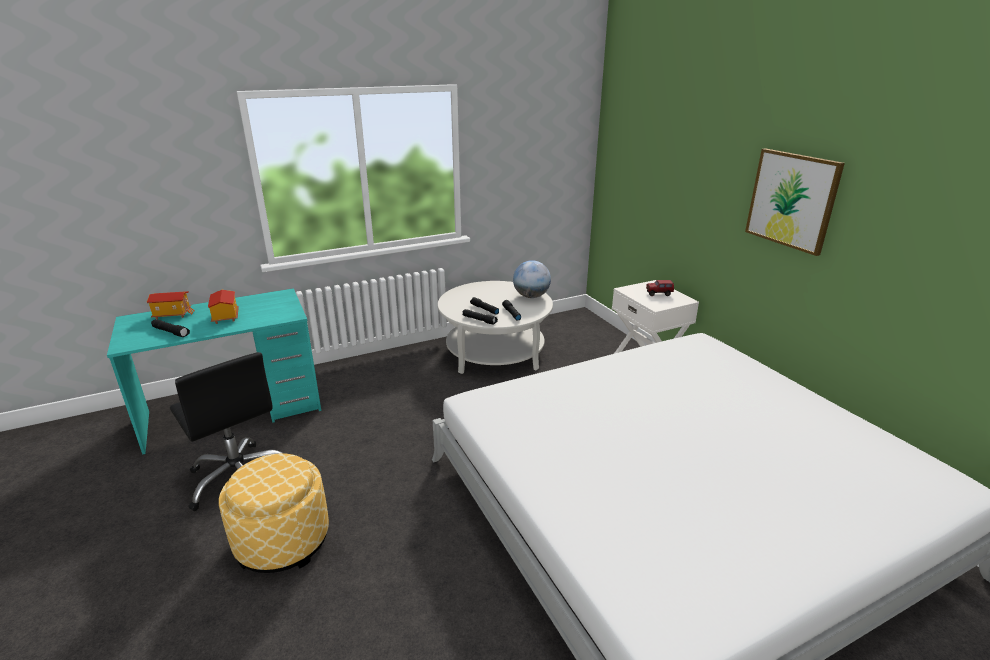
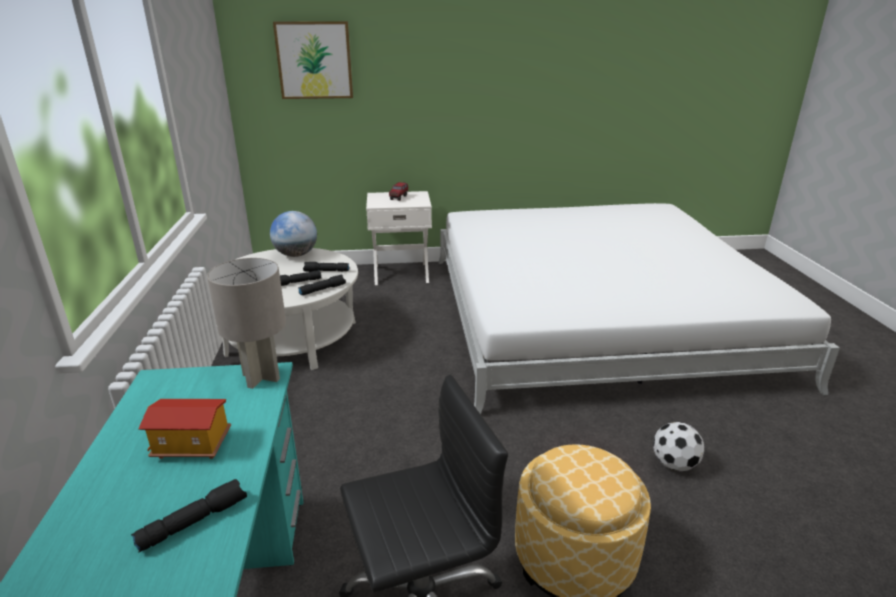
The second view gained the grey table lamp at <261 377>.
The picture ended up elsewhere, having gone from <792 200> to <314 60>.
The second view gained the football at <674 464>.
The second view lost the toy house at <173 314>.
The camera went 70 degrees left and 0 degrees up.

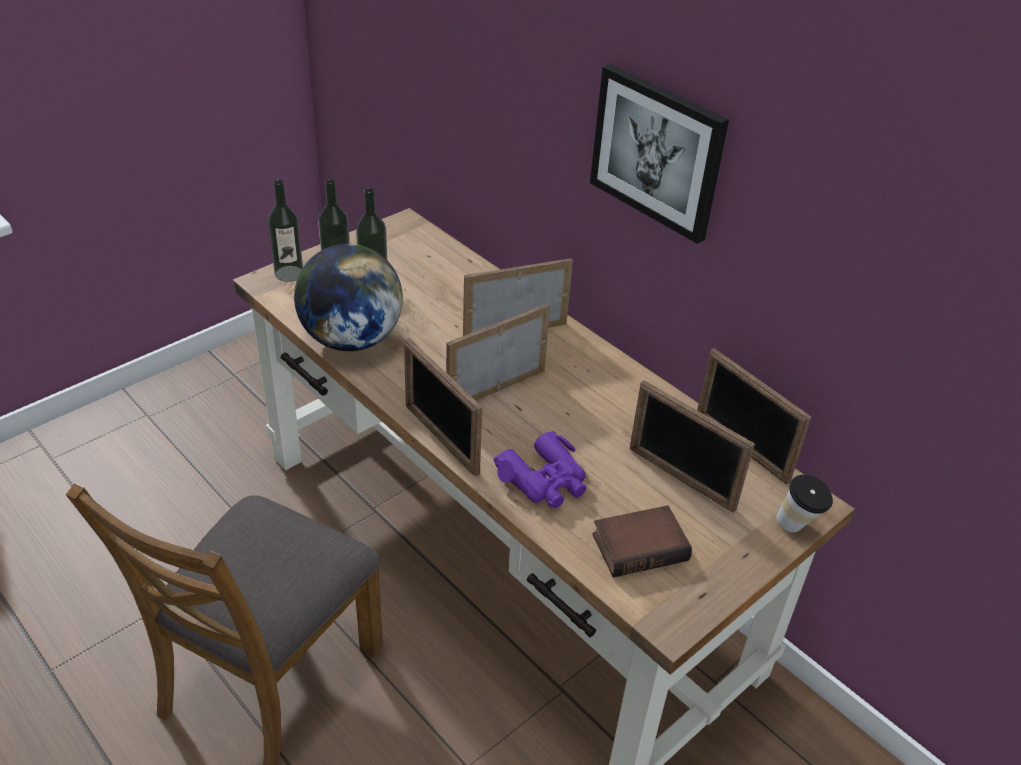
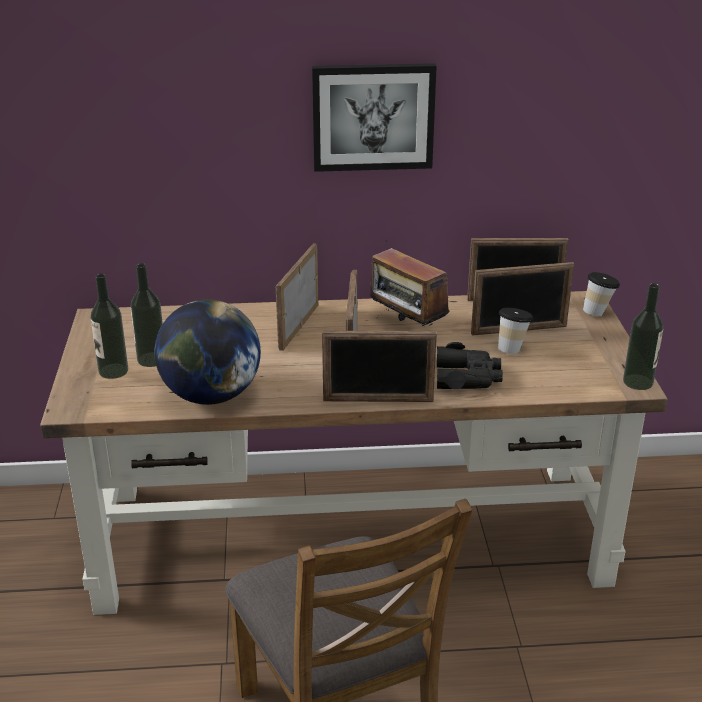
The second view gained the radio at <406 328>.
What was the purple binoculars at <545 480> turned into the black binoculars at <467 377>.
The second view gained the cup at <512 349>.
The bottle ended up elsewhere, having gone from <289 273> to <638 382>.
The second view lost the book at <640 545>.
The camera went 50 degrees left and 10 degrees down.

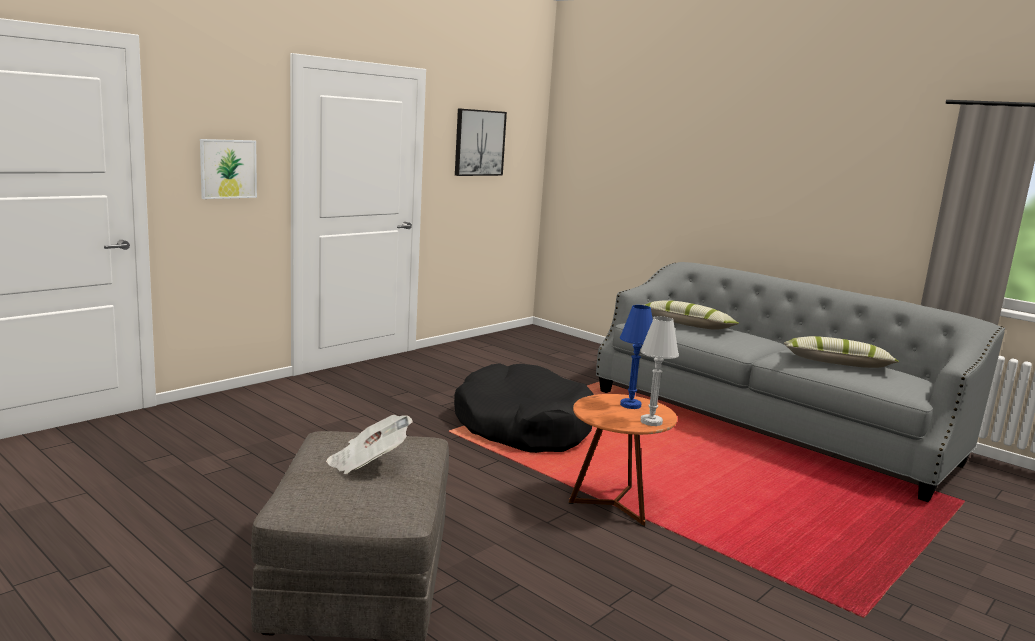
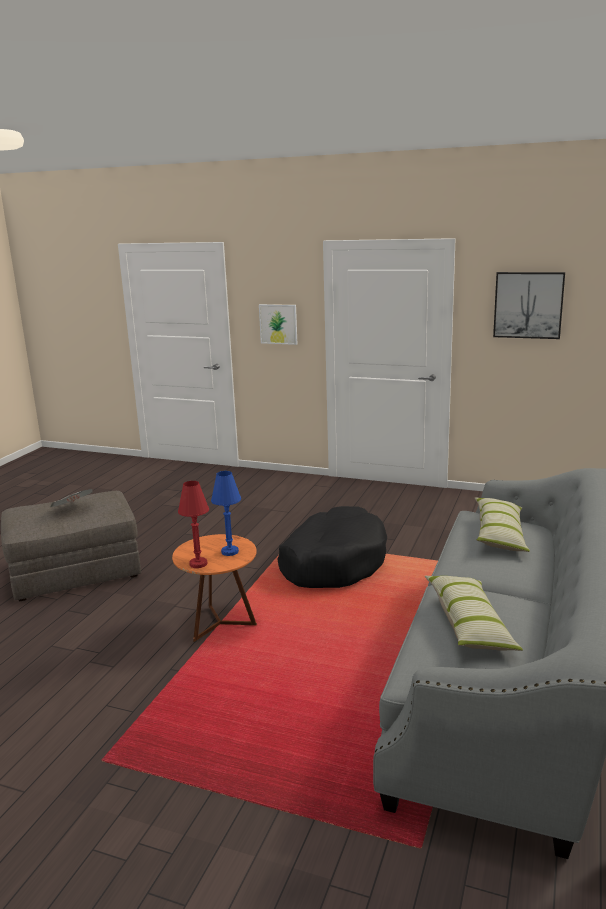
What was the white table lamp at <651 422> turned into the red table lamp at <198 564>.
The camera went 70 degrees right and 5 degrees up.

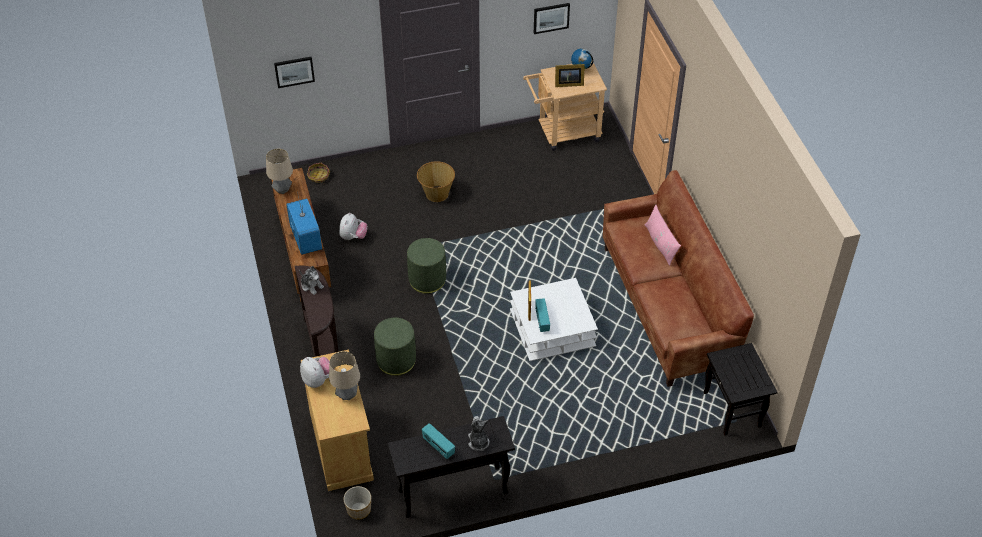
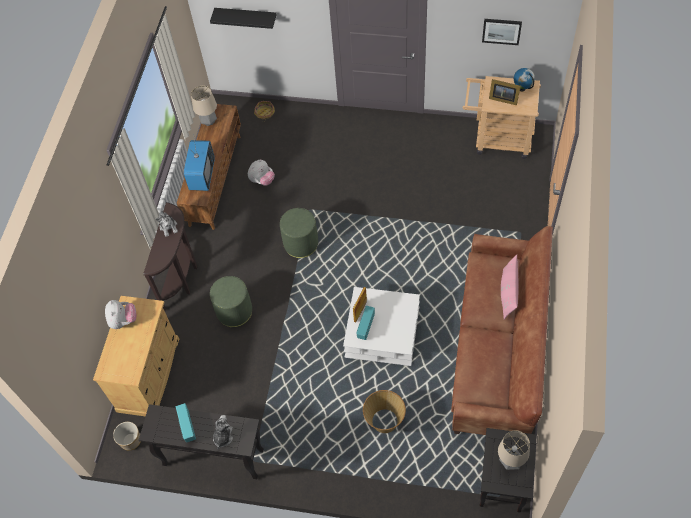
Where the picture hung at <294 71>, the black shelf came to hang at <246 17>.
The basket ended up elsewhere, having gone from <436 193> to <384 421>.
The table lamp ended up elsewhere, having gone from <347 395> to <510 462>.
The camera went 30 degrees right and 10 degrees up.

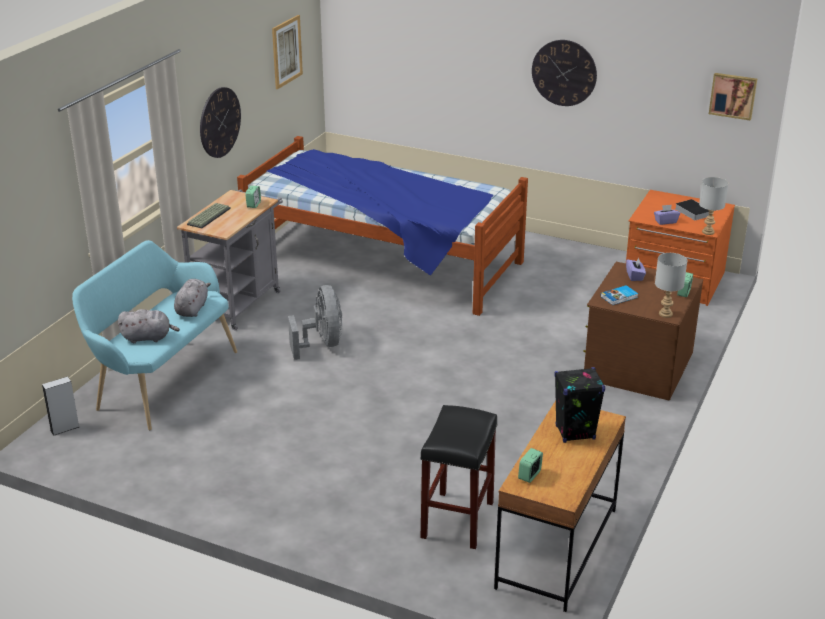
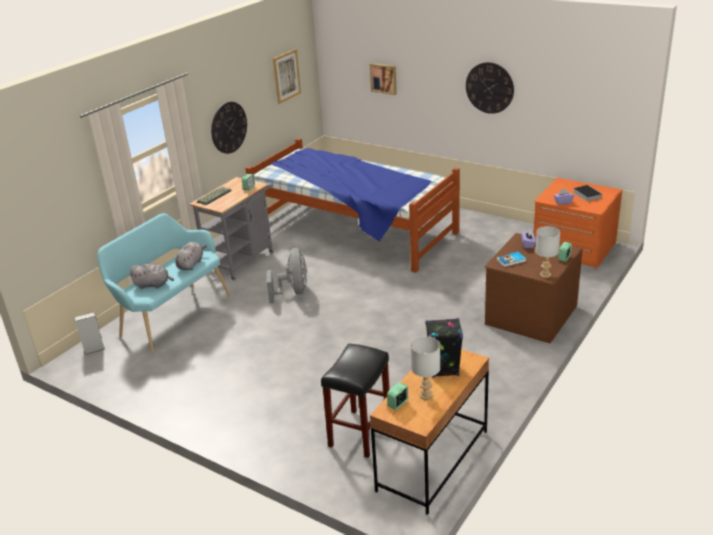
The picture ended up elsewhere, having gone from <733 95> to <384 78>.
The grey table lamp ended up elsewhere, having gone from <708 232> to <426 395>.
The camera went 10 degrees right and 0 degrees up.

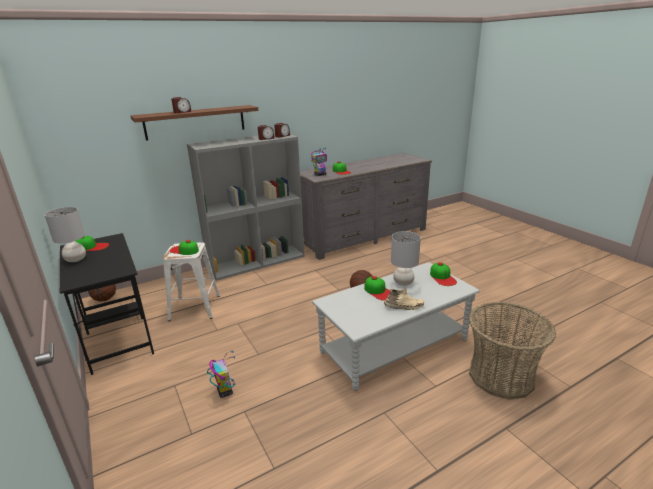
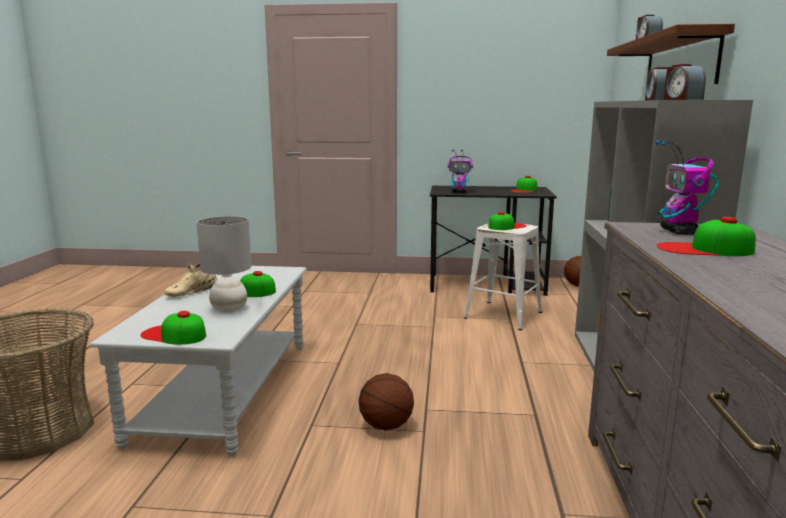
The toy robot ended up elsewhere, having gone from <225 391> to <459 192>.
The second view lost the grey table lamp at <75 259>.
The camera went 125 degrees right and 10 degrees down.

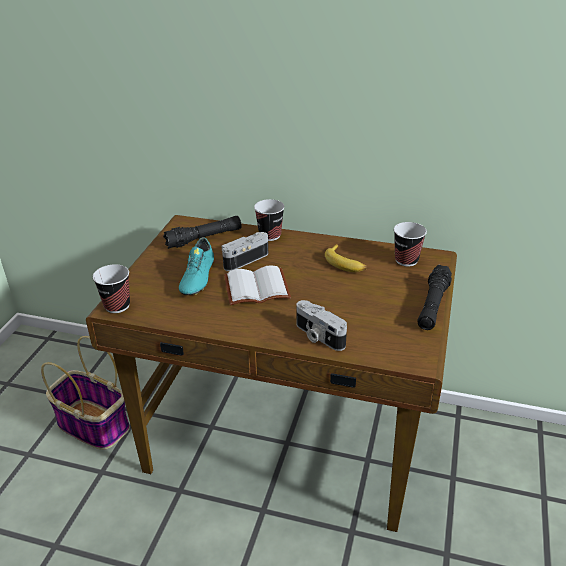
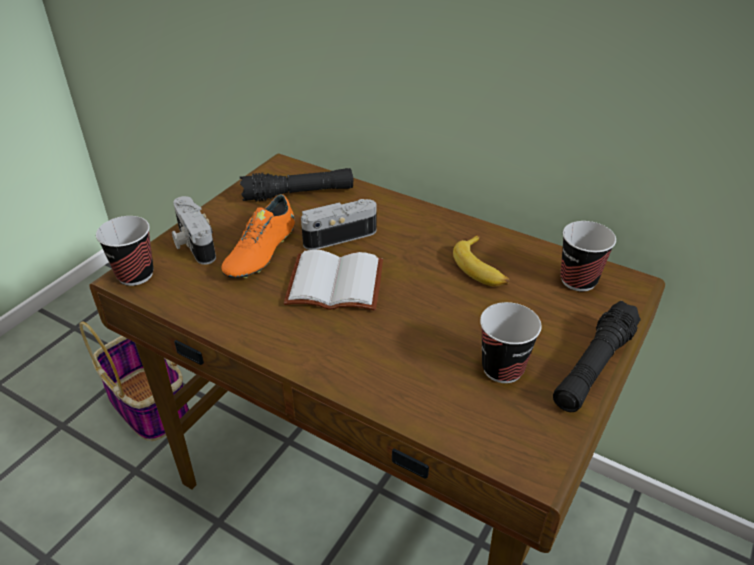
The photo camera ended up elsewhere, having gone from <318 336> to <192 243>.
What was the turquoise shoe at <197 278> turned into the orange shoe at <261 253>.
The cup ended up elsewhere, having gone from <270 235> to <502 368>.
The camera went 15 degrees right and 5 degrees up.

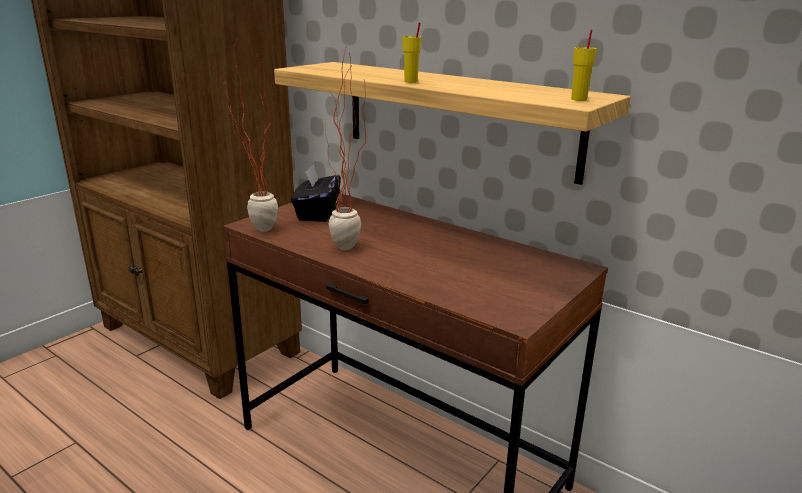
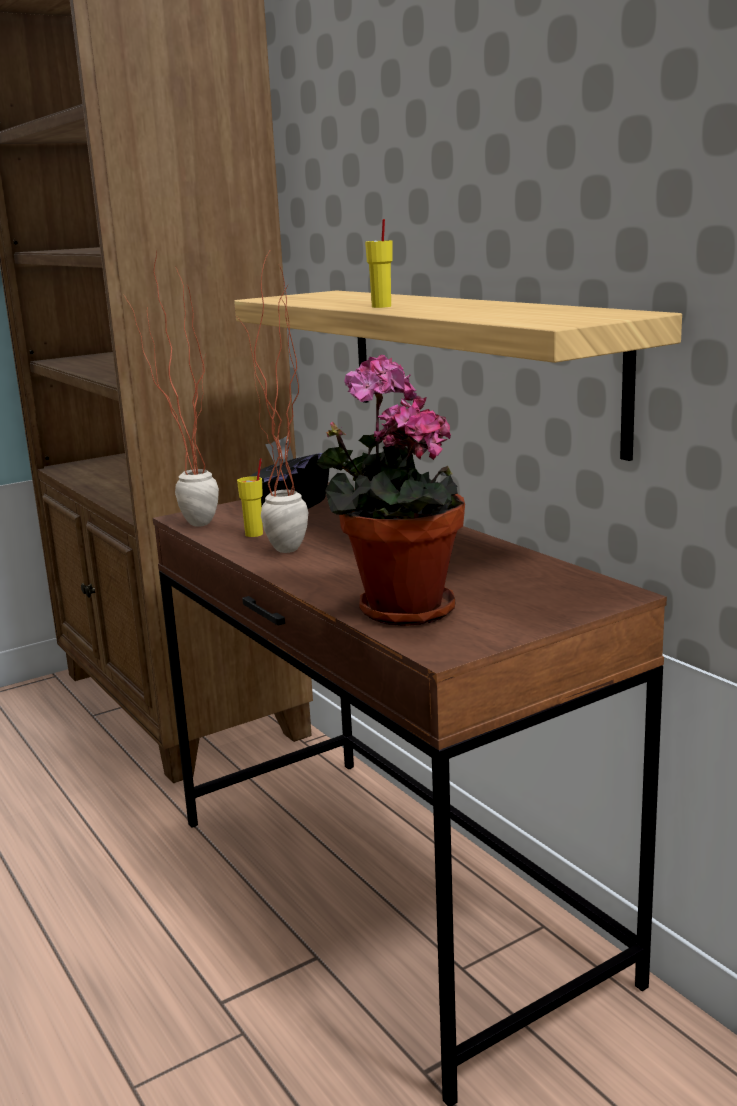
The yellow cup ended up elsewhere, having gone from <579 99> to <254 534>.
The second view gained the potted plant at <397 609>.
The camera went 20 degrees right and 5 degrees down.

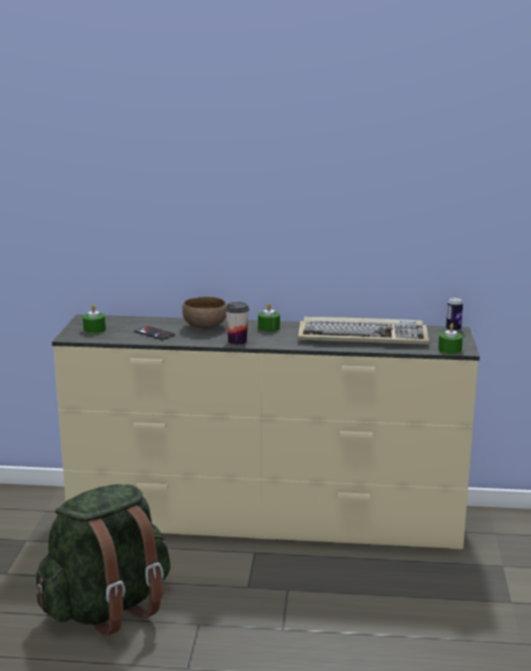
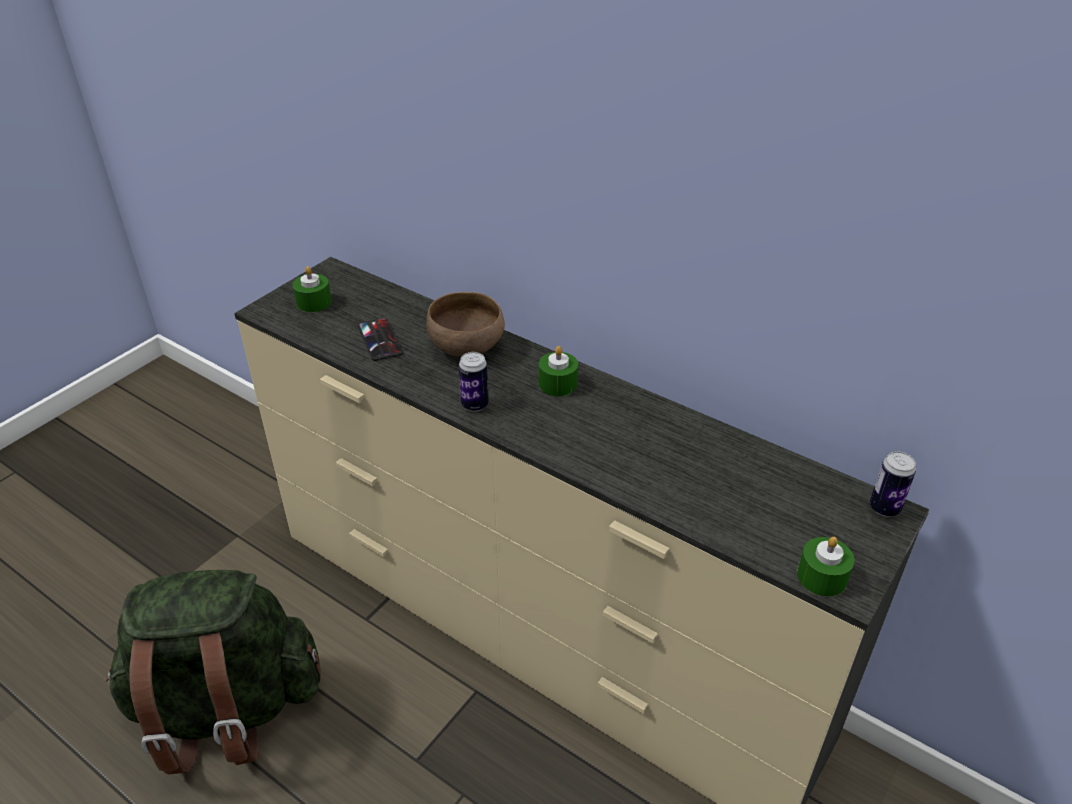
Where the cup stood at <237 341>, the can came to stand at <475 405>.
The second view lost the keyboard at <363 336>.
The camera went 30 degrees right and 20 degrees up.

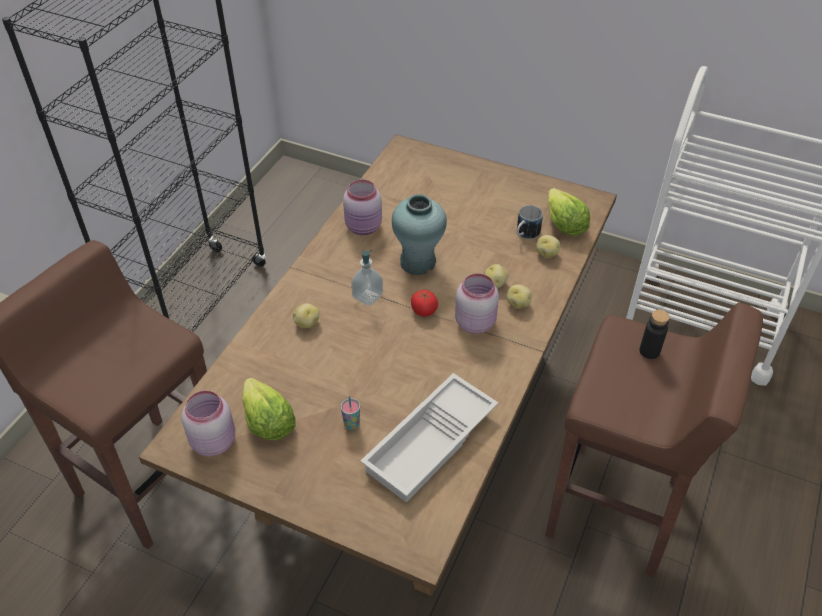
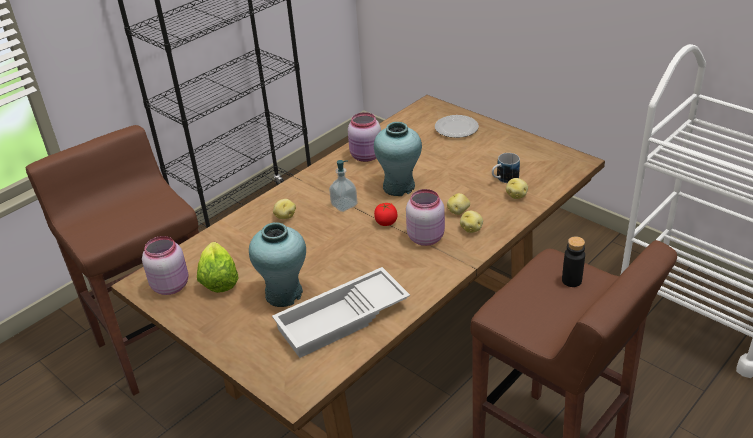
Where the cup stood at <351 424>, the turquoise vase came to stand at <284 293>.
The second view gained the plate at <456 129>.
The second view lost the lettuce at <563 224>.
The camera went 20 degrees right and 10 degrees down.

